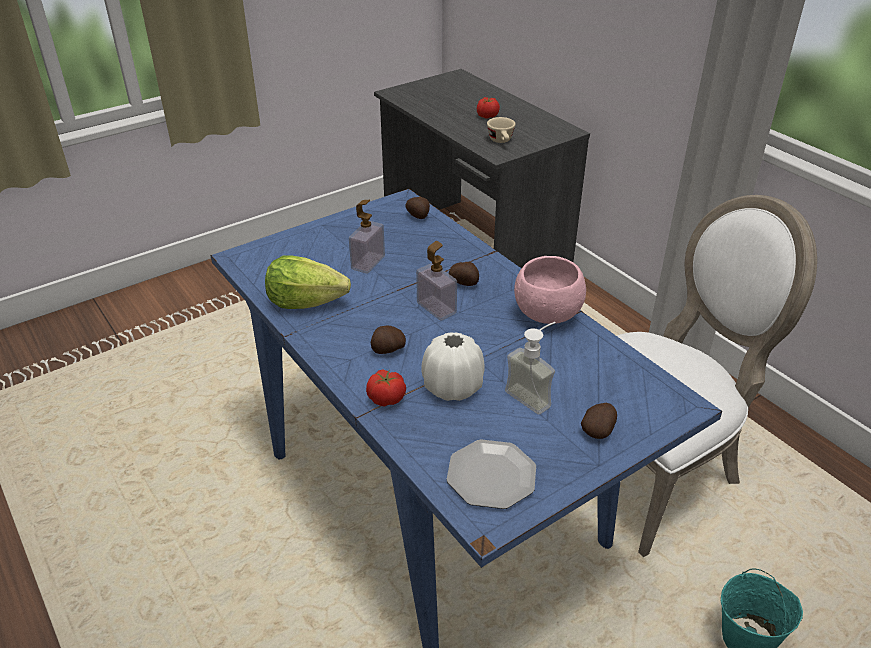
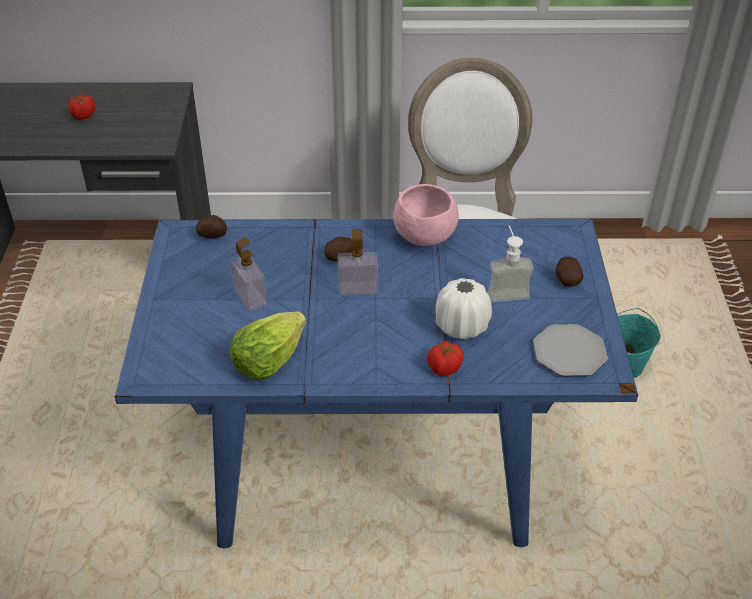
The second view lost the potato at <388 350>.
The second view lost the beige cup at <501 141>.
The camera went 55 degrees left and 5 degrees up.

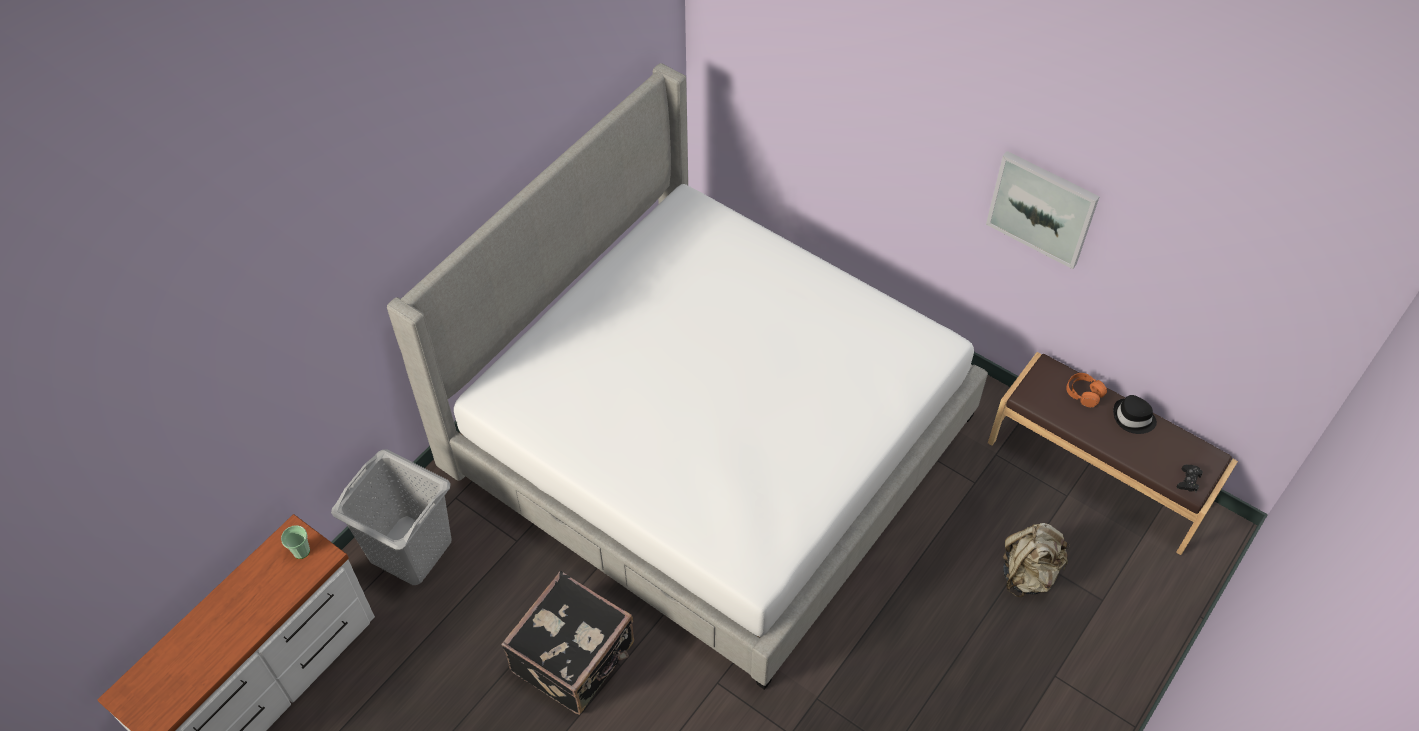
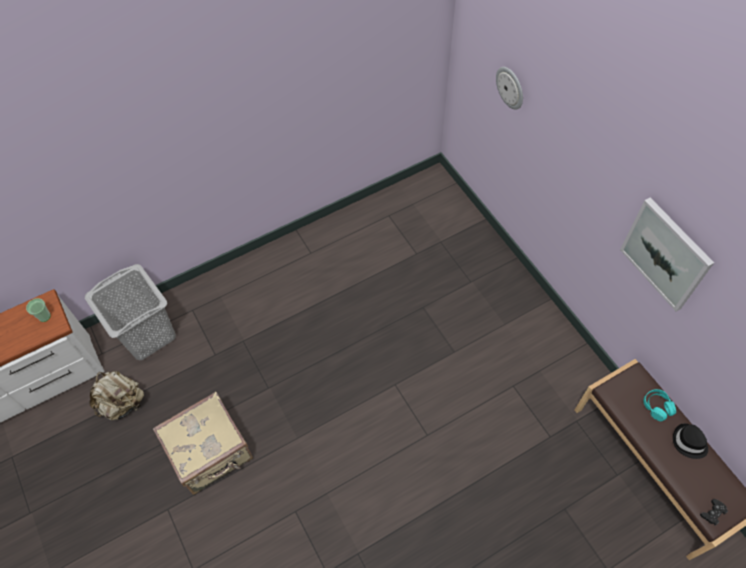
The beige backpack ended up elsewhere, having gone from <1029 573> to <123 403>.
What was the black suitcase at <575 658> turned into the beige suitcase at <211 452>.
The second view gained the wall clock at <510 87>.
What was the orange headphones at <1084 393> turned into the turquoise headphones at <657 406>.
The second view lost the bed at <709 440>.
The camera went 25 degrees right and 5 degrees up.

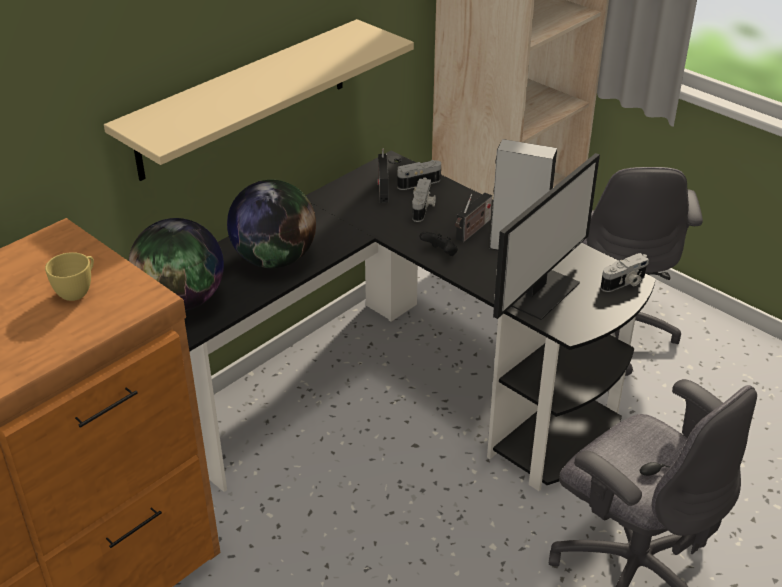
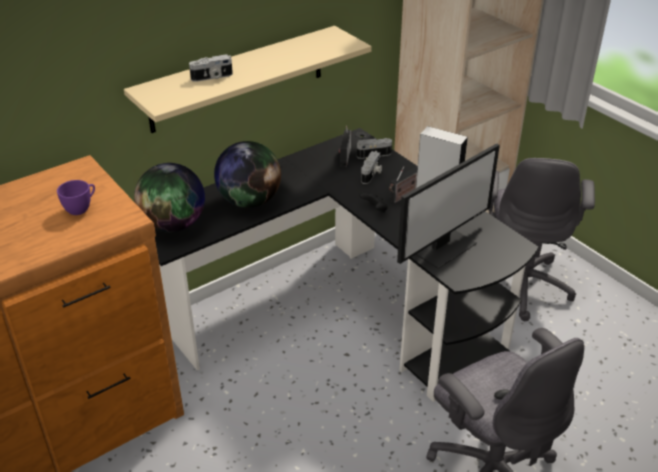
What was the yellow cup at <78 291> turned into the purple cup at <81 208>.
The photo camera ended up elsewhere, having gone from <624 283> to <212 77>.
The camera went 10 degrees right and 0 degrees up.

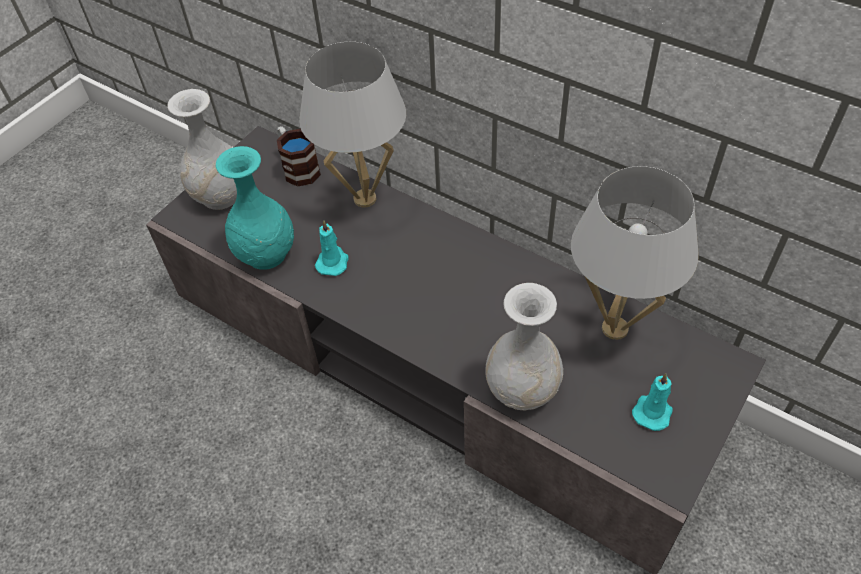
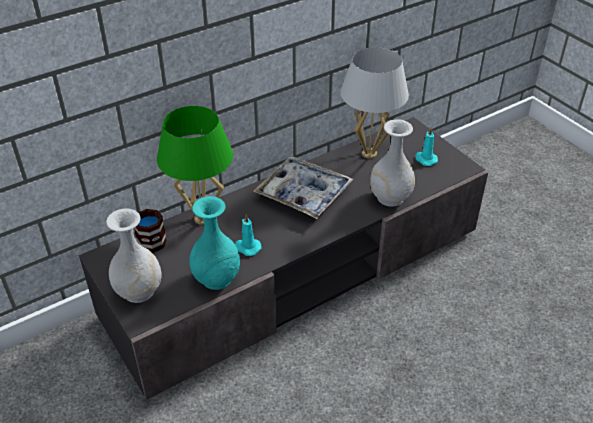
What was the white table lamp at <365 198> turned into the green table lamp at <202 218>.
The second view gained the tray at <303 194>.
The camera went 70 degrees left and 10 degrees down.

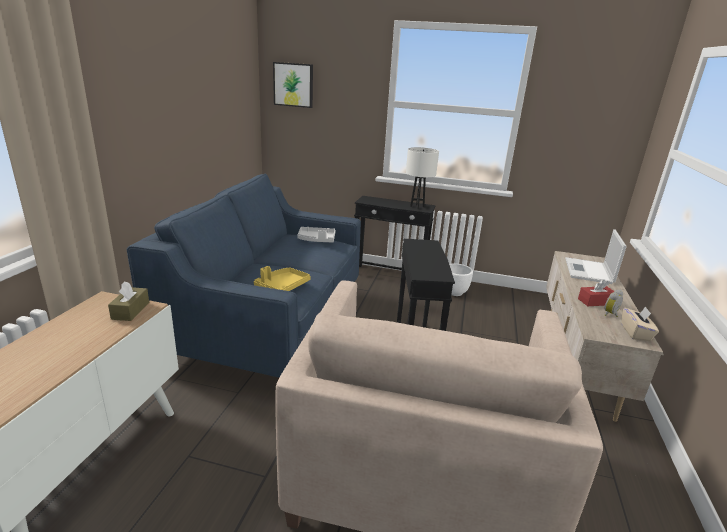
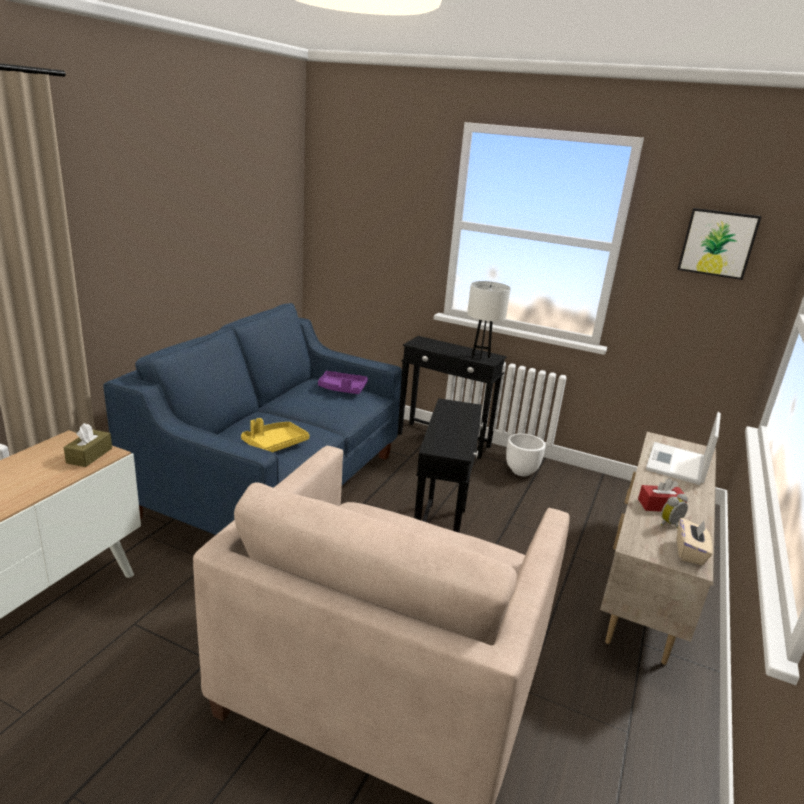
What was the grey tray at <316 240> turned into the purple tray at <342 389>.
The picture ended up elsewhere, having gone from <293 85> to <717 243>.
The camera went 10 degrees right and 0 degrees up.

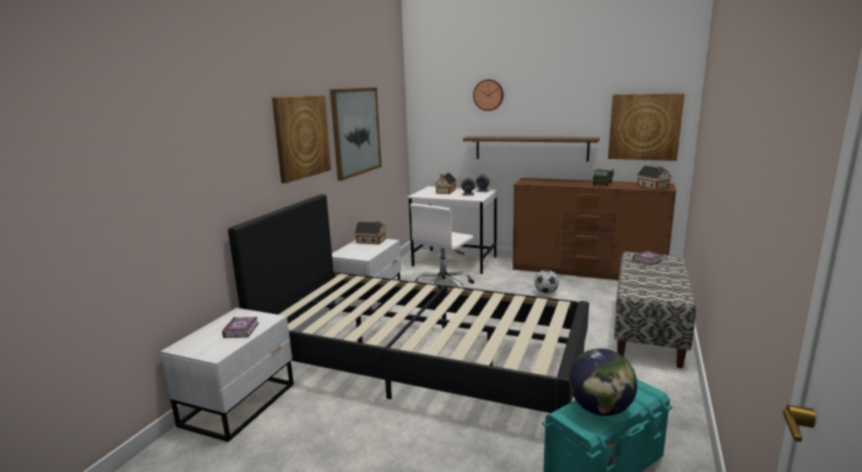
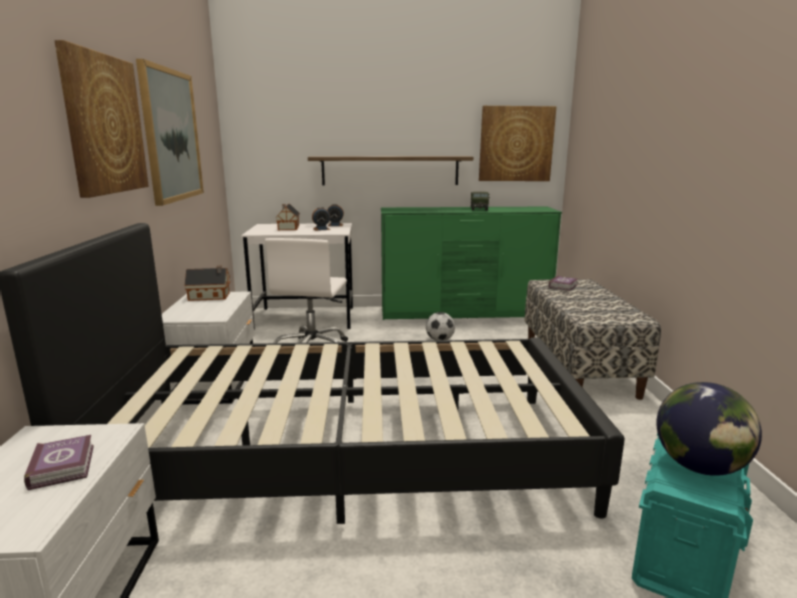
What was the brown dresser at <587 272> turned into the green dresser at <465 312>.
The second view lost the wall clock at <488 95>.
The second view lost the toy house at <653 187>.
The camera went 25 degrees left and 0 degrees up.

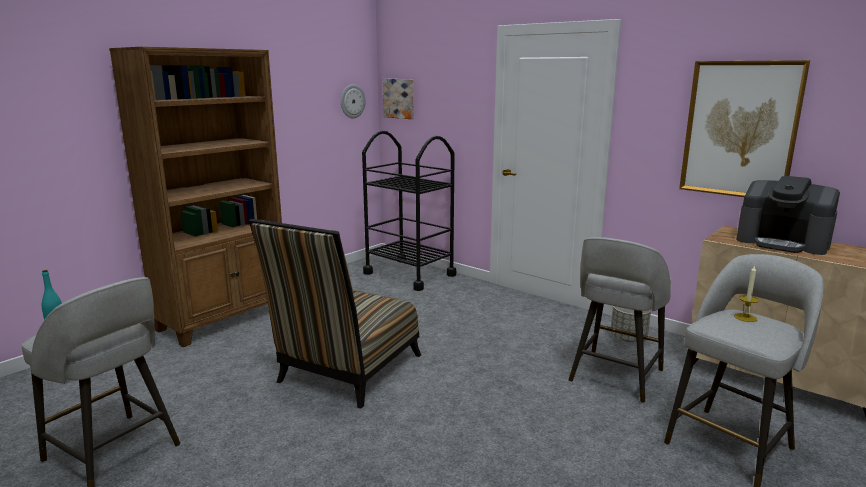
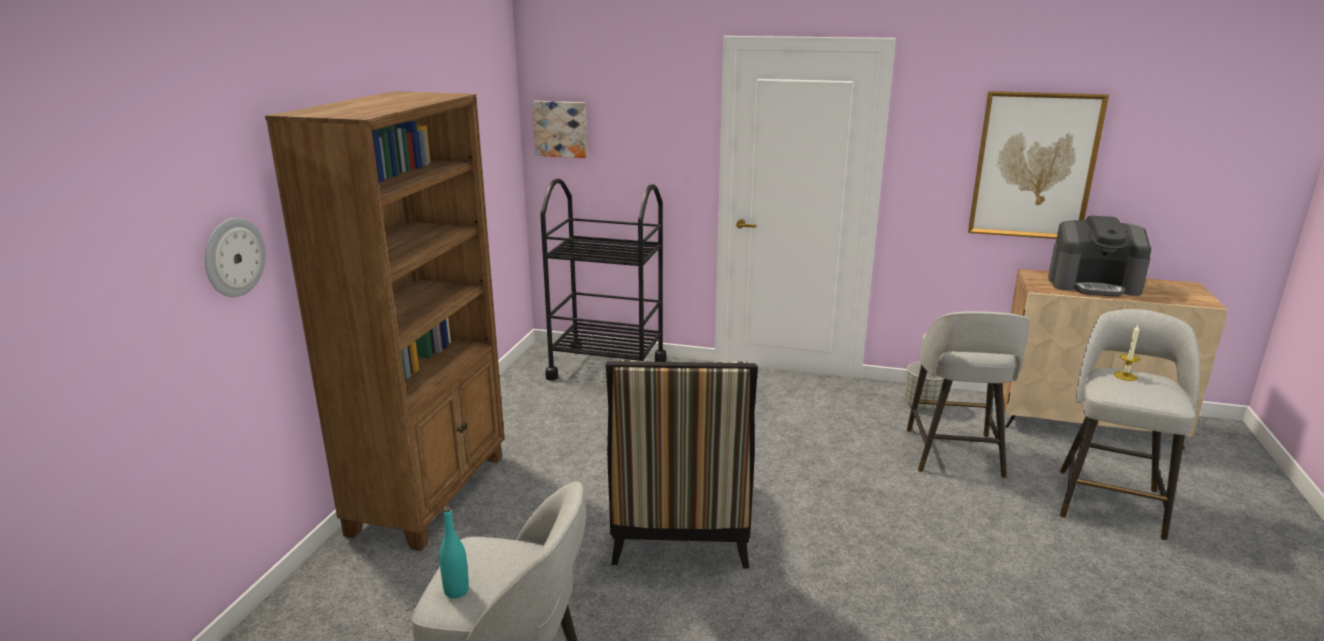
The wall clock ended up elsewhere, having gone from <352 101> to <233 257>.
The camera went 25 degrees left and 5 degrees up.

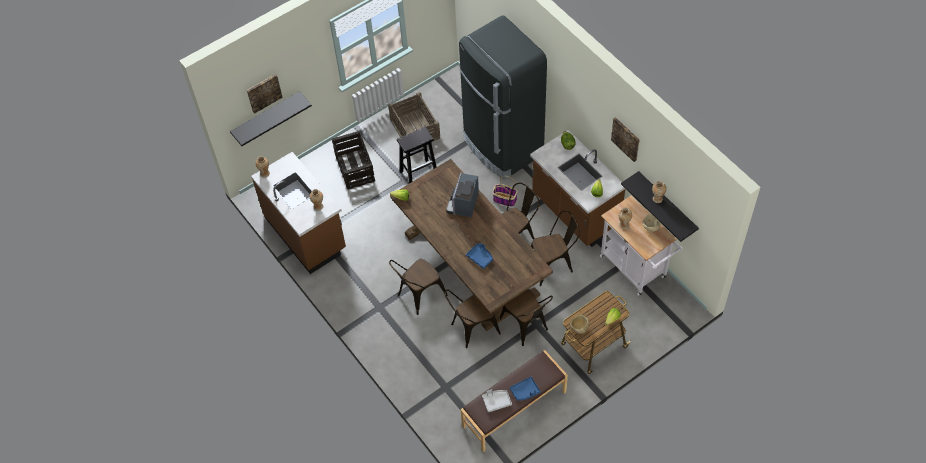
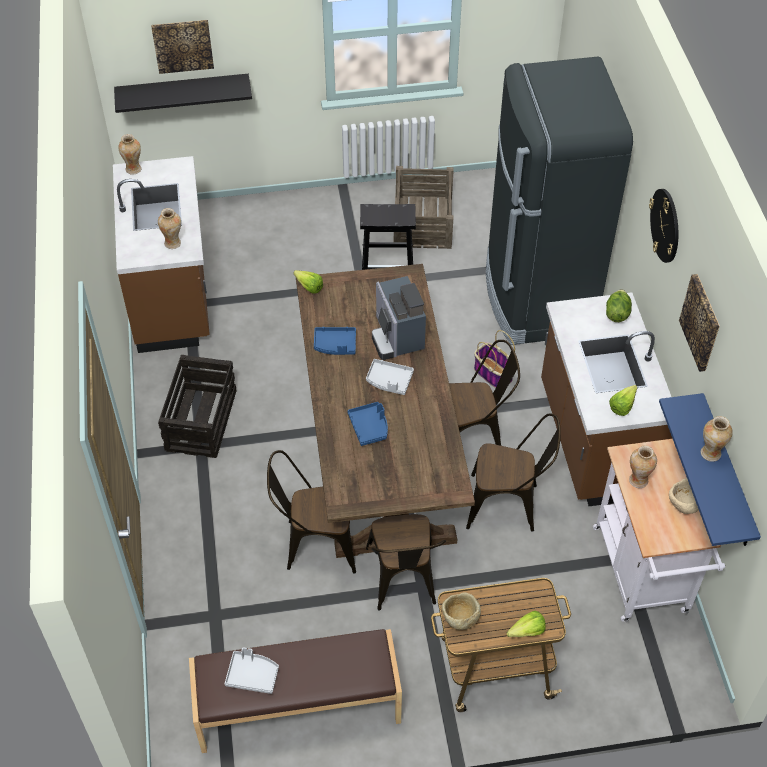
The crate ended up elsewhere, having gone from <355 168> to <201 421>.
The blue tray ended up elsewhere, having gone from <525 391> to <335 345>.
The second view gained the grey tray at <389 381>.
The coffee machine at <463 204> ended up facing another way, 60 degrees counterclockwise from before.
The second view gained the wall clock at <665 225>.
What was the black shelf at <667 204> turned into the blue shelf at <726 473>.
The second view lost the brown chair at <418 296>.
The camera went 25 degrees right and 5 degrees down.

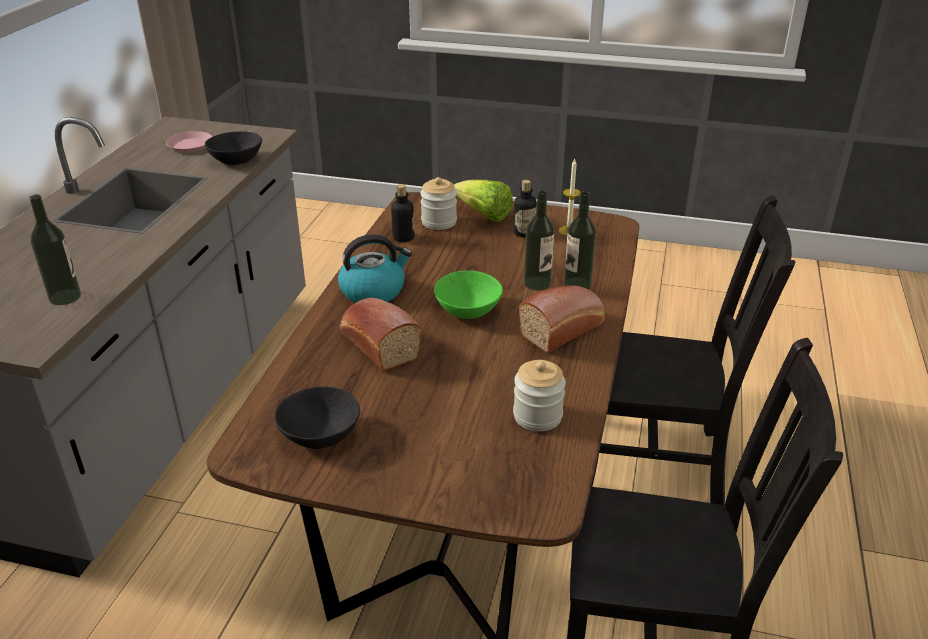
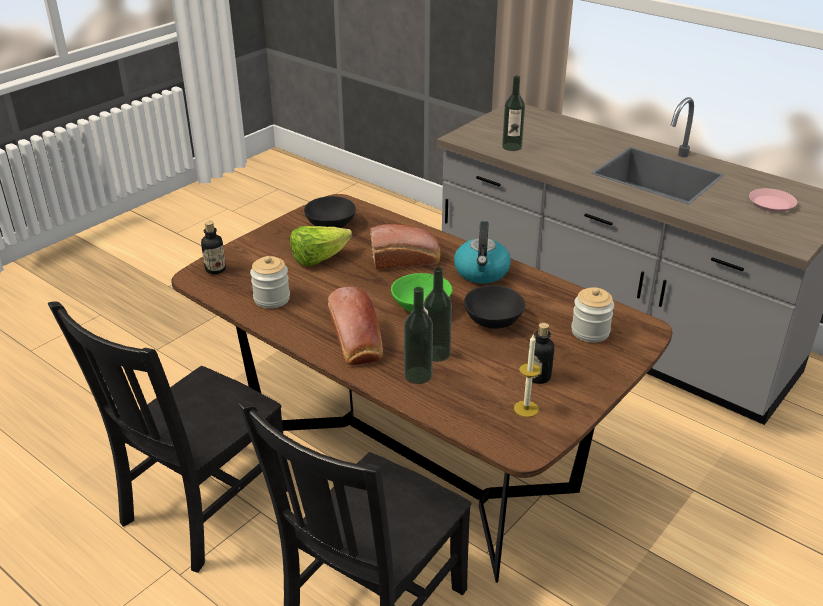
The bottle ended up elsewhere, having gone from <403 237> to <215 269>.
The lettuce ended up elsewhere, having gone from <484 215> to <318 259>.
The black bowl ended up elsewhere, having gone from <236 160> to <492 320>.
The camera went 115 degrees right and 0 degrees up.

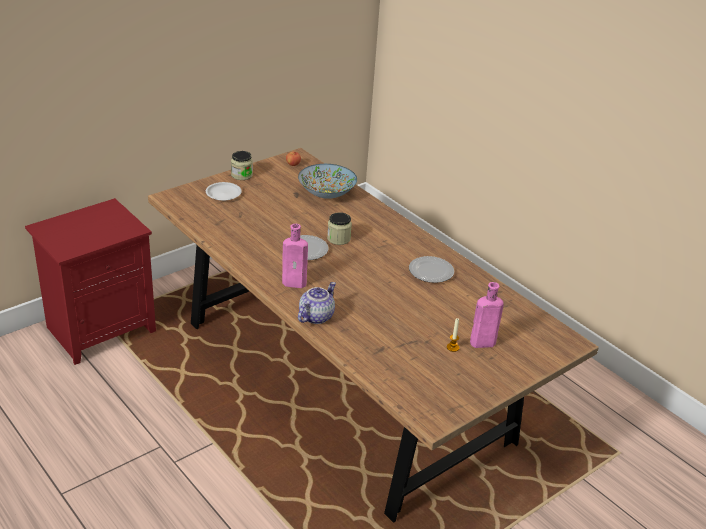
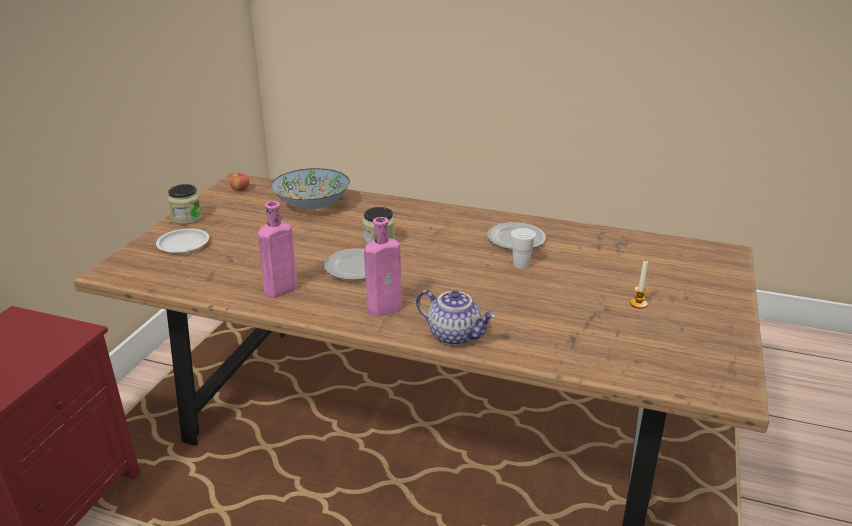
The pink bottle ended up elsewhere, having gone from <480 343> to <278 291>.
The teapot at <315 316> ended up facing another way, 120 degrees clockwise from before.
The second view gained the white cup at <521 264>.
The camera went 30 degrees left and 5 degrees down.

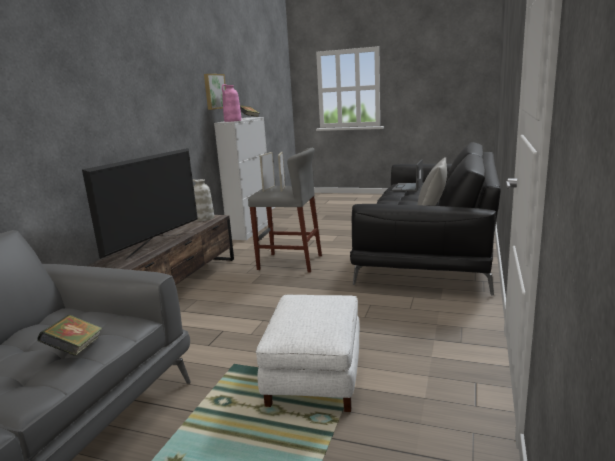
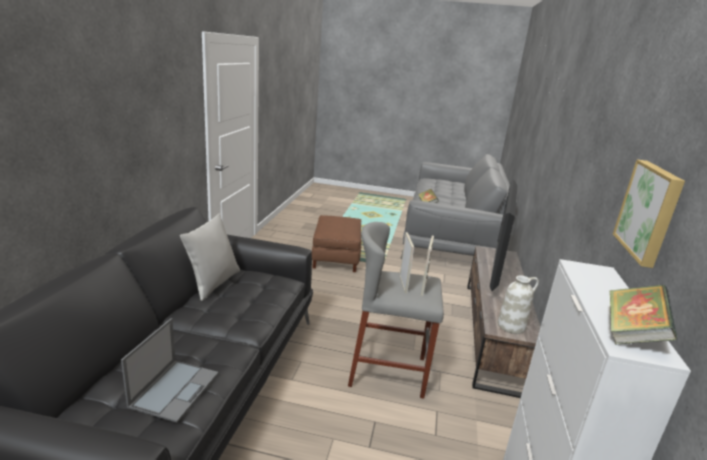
What was the white ottoman at <314 375> turned into the brown ottoman at <336 257>.
The second view lost the pink vase at <232 121>.
The camera went 170 degrees right and 5 degrees up.

